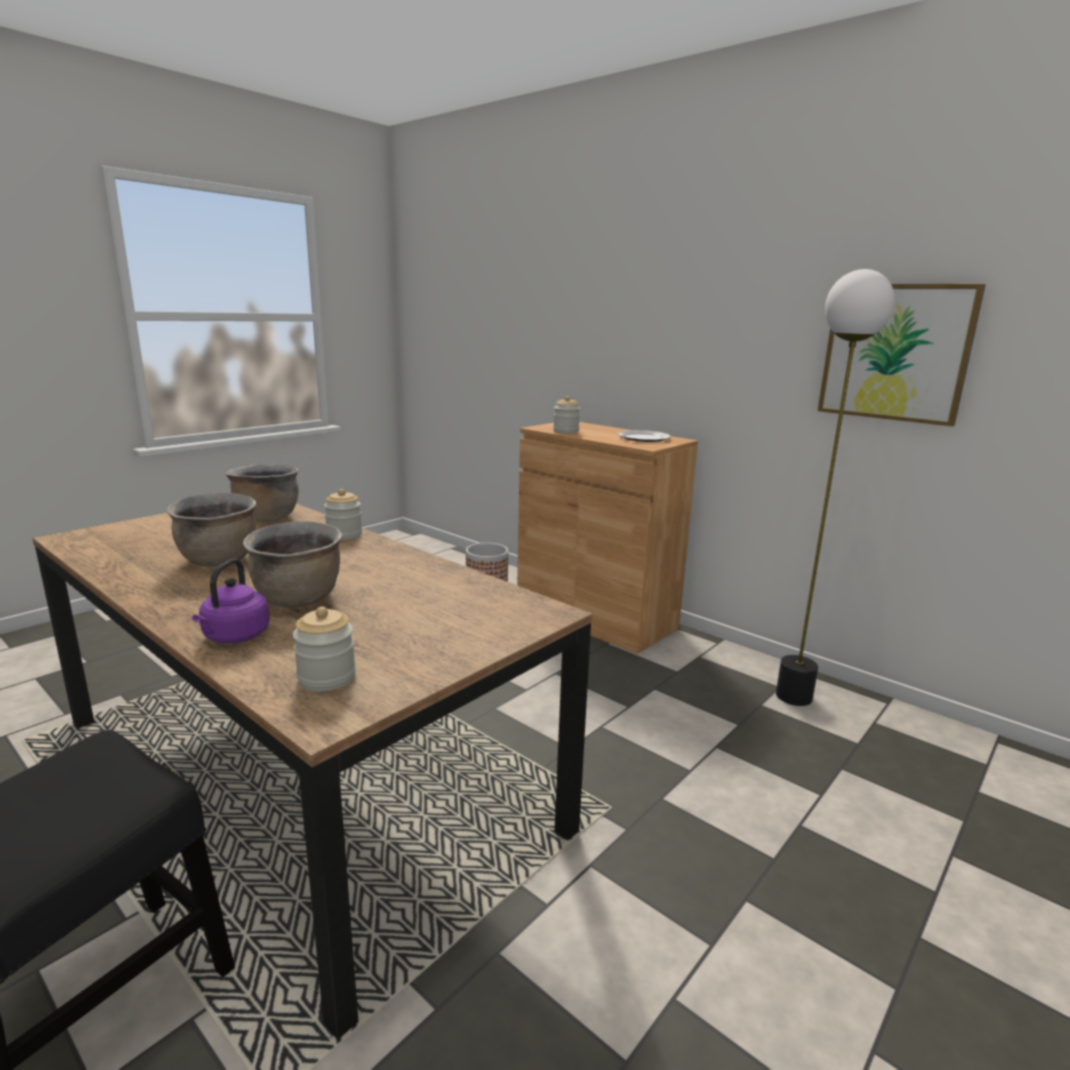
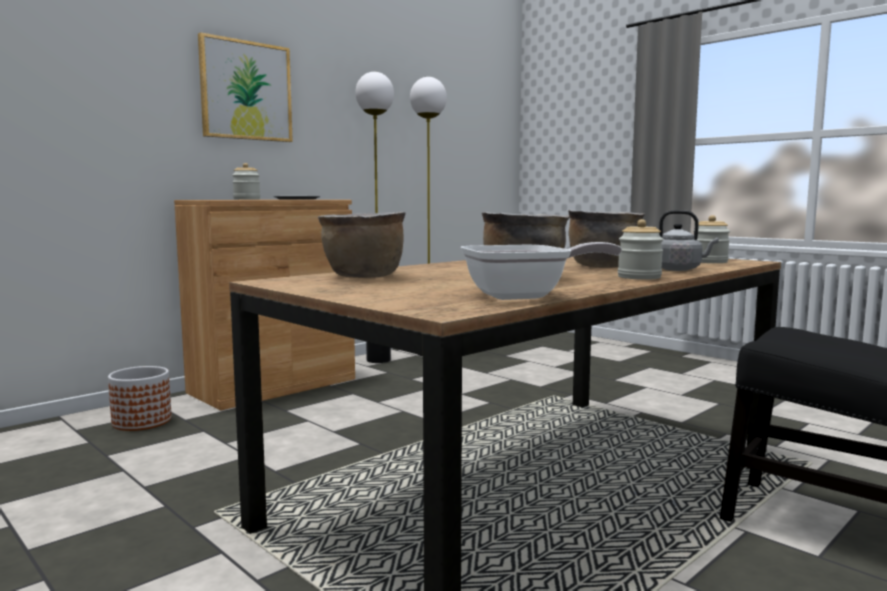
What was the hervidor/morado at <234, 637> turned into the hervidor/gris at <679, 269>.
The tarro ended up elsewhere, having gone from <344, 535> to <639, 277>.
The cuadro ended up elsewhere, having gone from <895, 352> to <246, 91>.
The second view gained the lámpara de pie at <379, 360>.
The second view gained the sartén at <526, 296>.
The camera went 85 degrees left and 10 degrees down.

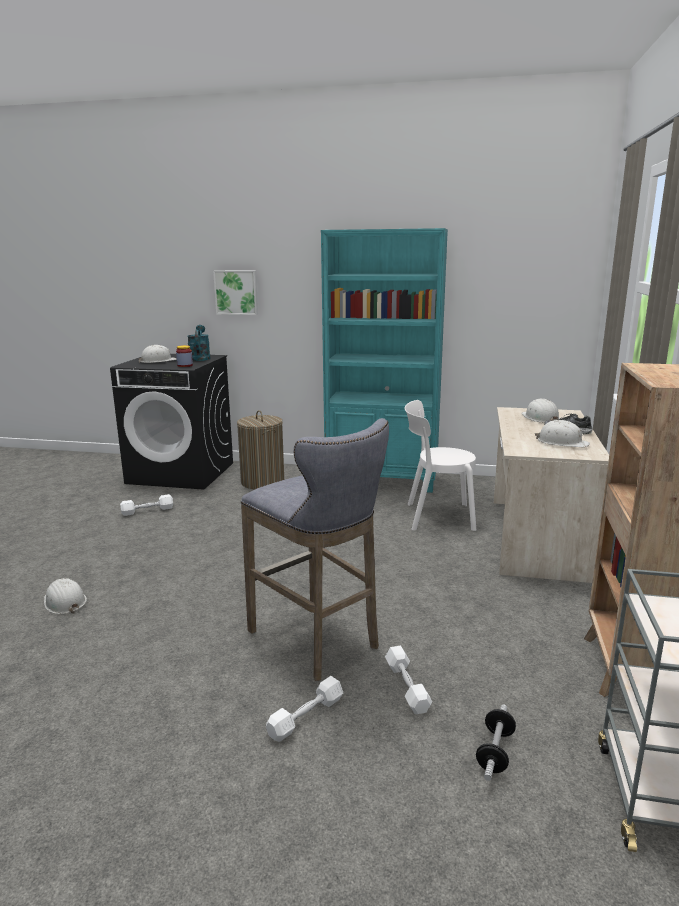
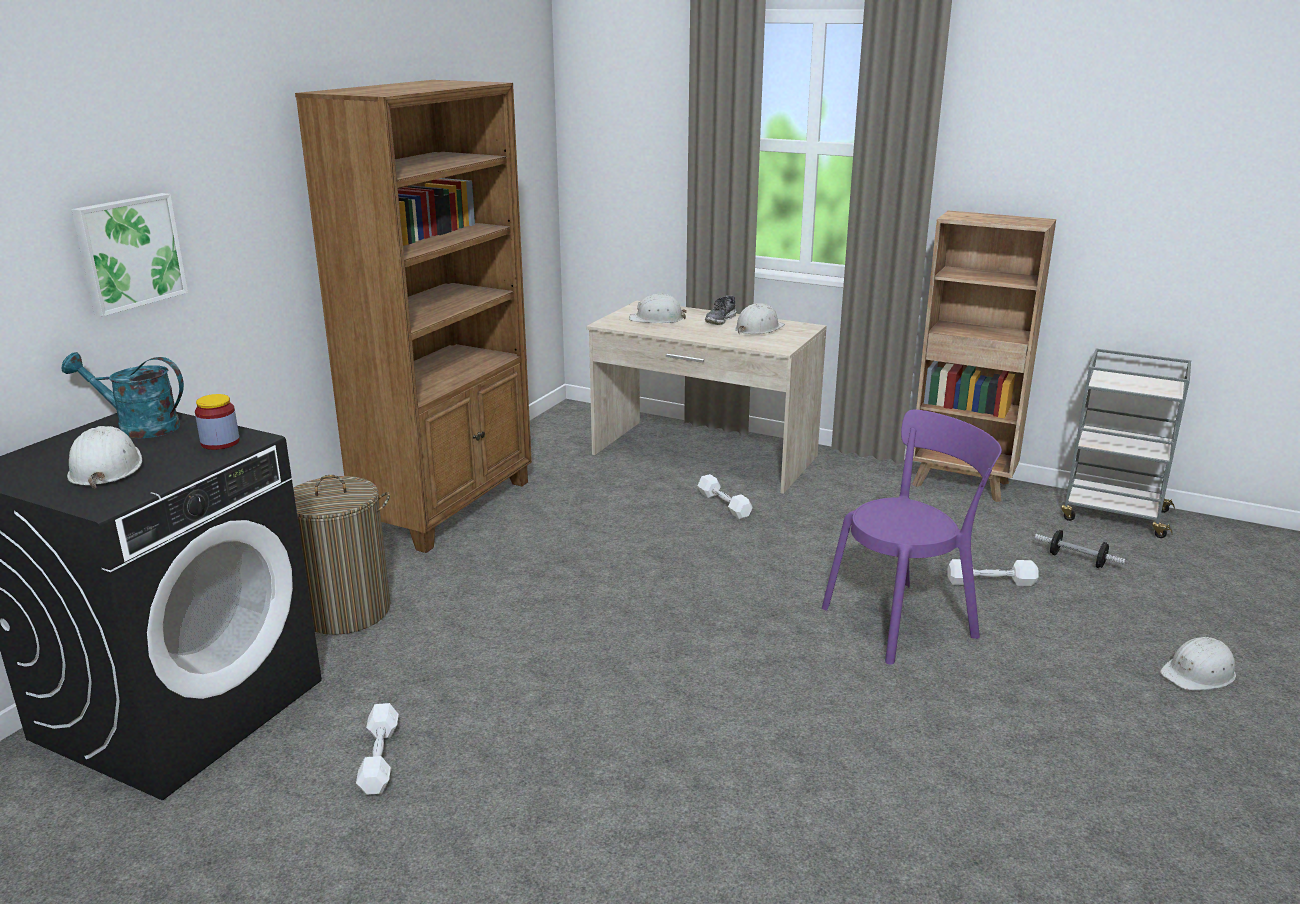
The casco/blanco ended up elsewhere, having gone from <64, 602> to <1199, 673>.
Where the taburete/gris stood at <318, 641>, the silla/morado came to stand at <904, 620>.
The mancuerna/blanco ended up elsewhere, having gone from <306, 717> to <724, 505>.
What was the estantería/turquesa at <383, 480> turned into the estantería/marrón at <448, 506>.
The second view lost the silla/blanco at <435, 516>.
The camera went 75 degrees left and 5 degrees up.

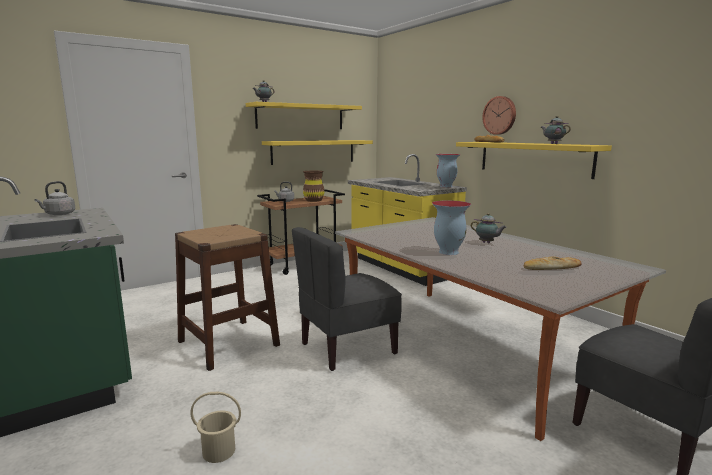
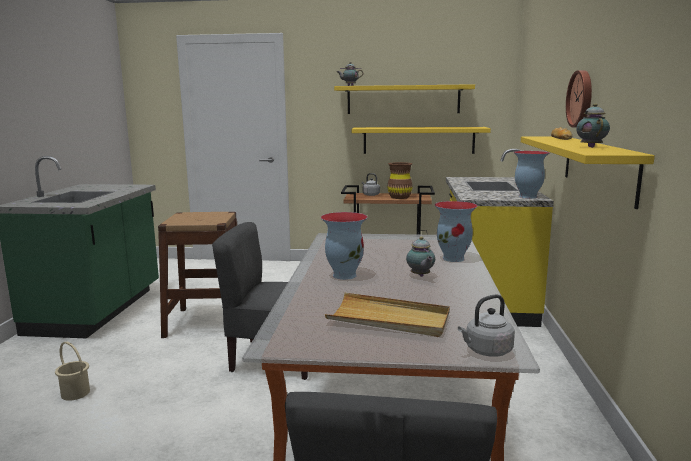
The hervidor/gris ended up elsewhere, having gone from <59, 214> to <486, 351>.
Where the pan stood at <551, 268>, the bandeja/beis came to stand at <389, 319>.
The second view gained the florero at <454, 258>.
The camera went 40 degrees right and 0 degrees up.

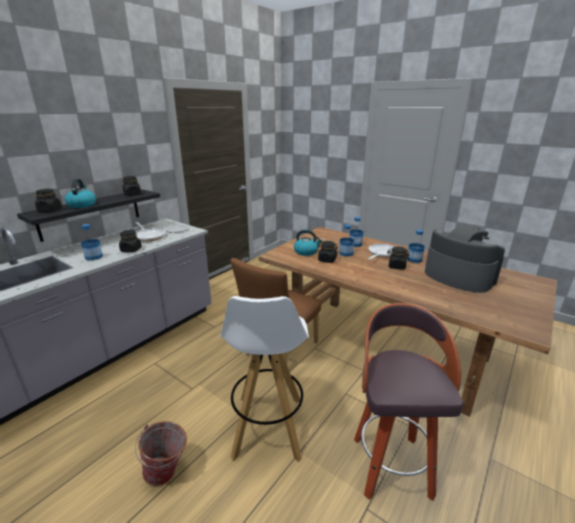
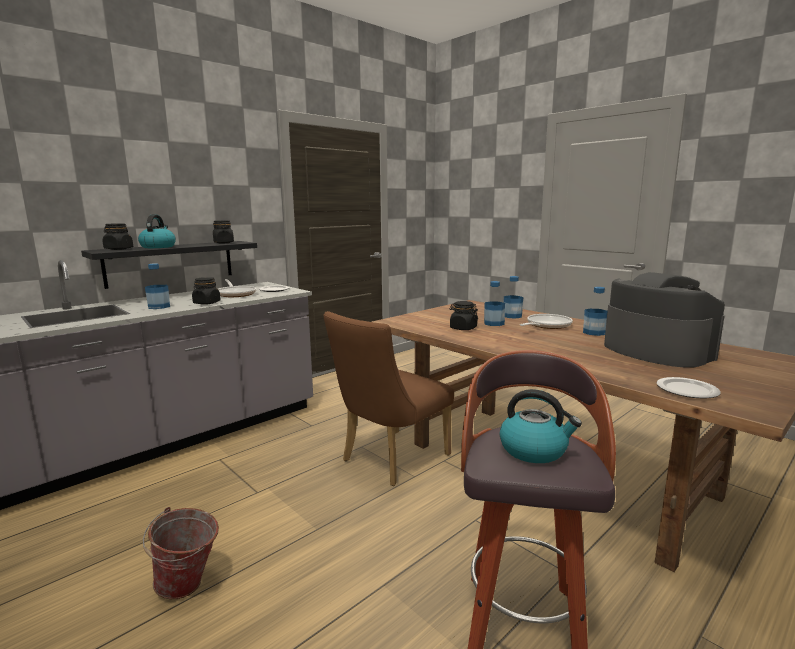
The second view lost the taburete/blanco at <268, 427>.
The hervidor ended up elsewhere, having gone from <306, 252> to <534, 450>.
The second view lost the tarro/negro at <396, 266>.
The second view gained the plato at <686, 390>.
The camera went 10 degrees right and 10 degrees down.

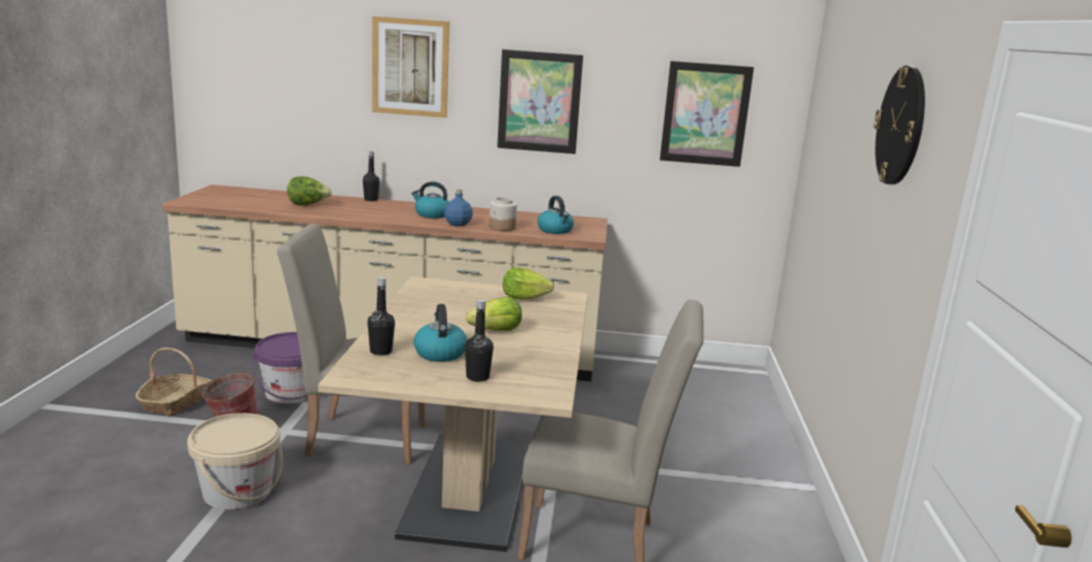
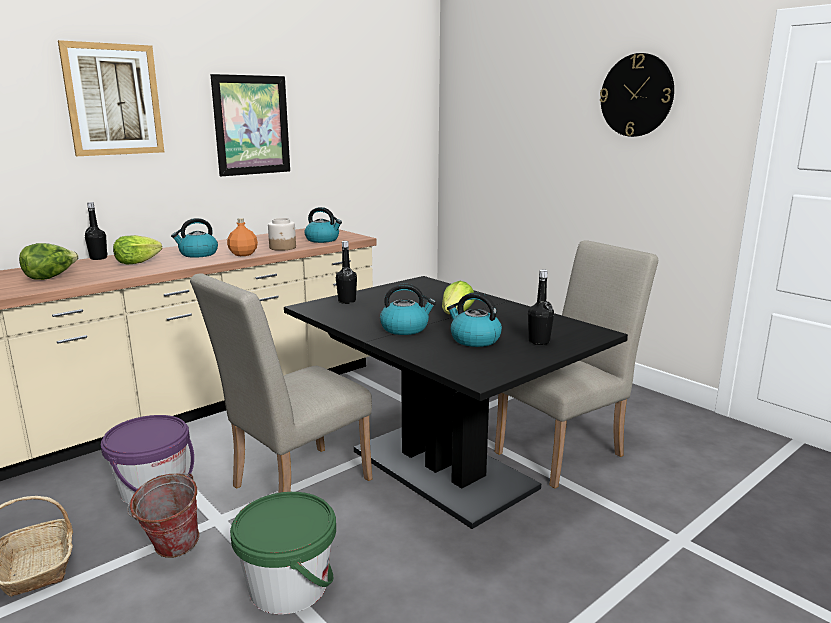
What was the cubo/beis at <237, 491> turned into the cubo/verde at <288, 586>.
What was the mesa de comedor/beis at <469, 489> turned into the mesa de comedor/negro at <442, 469>.
The botella/negro ended up elsewhere, having gone from <381, 351> to <347, 301>.
What was the botella/azul at <457, 224> turned into the botella/naranja at <243, 254>.
The lechuga ended up elsewhere, having gone from <524, 298> to <137, 262>.
The second view lost the cuadro at <705, 114>.
The second view gained the hervidor at <405, 328>.
The camera went 45 degrees left and 0 degrees up.

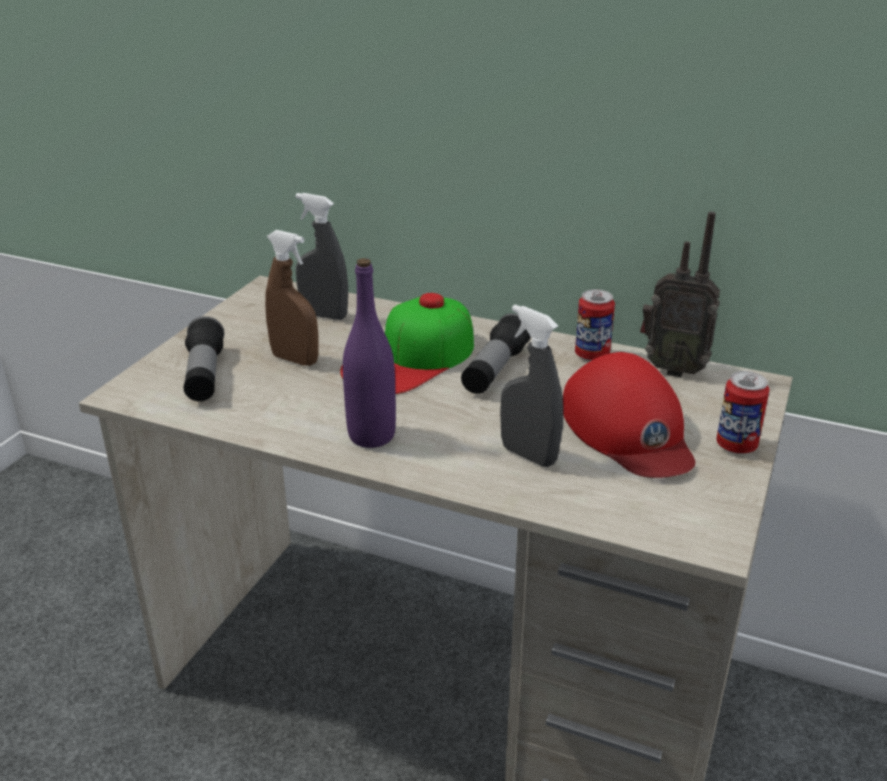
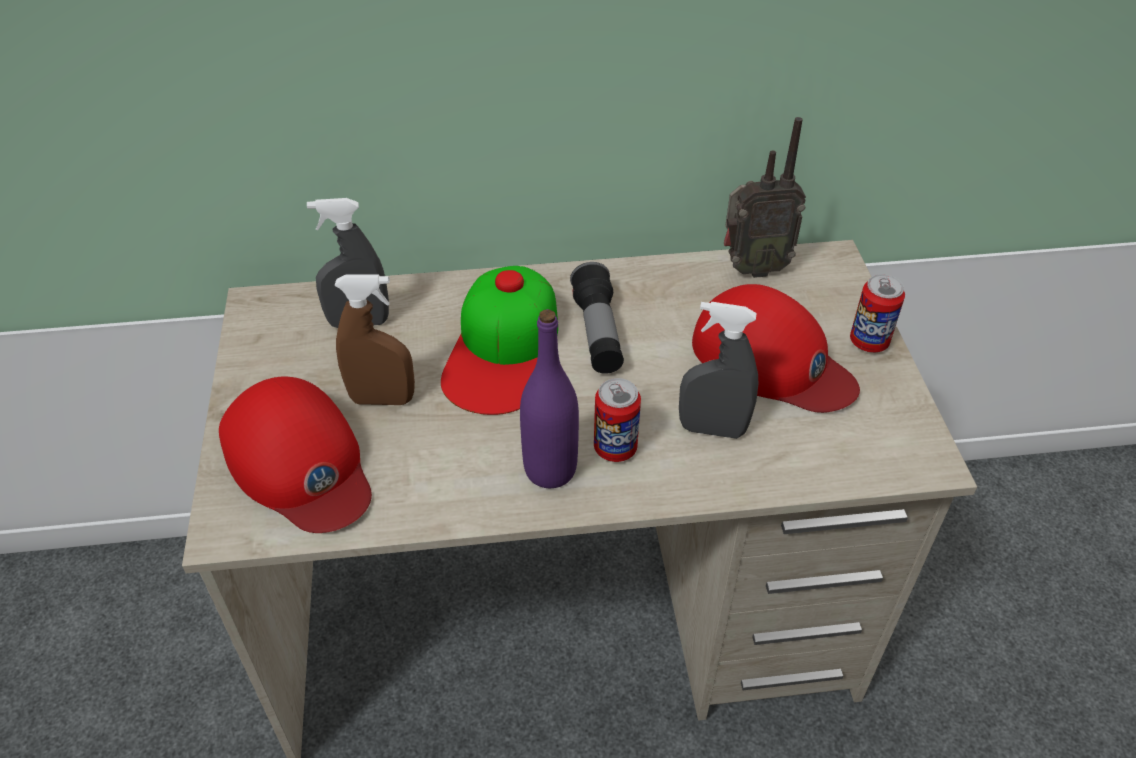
Where the linterna stood at <204, 375>, the gorra/rojo came to stand at <300, 463>.
The lata ended up elsewhere, having gone from <592, 355> to <615, 448>.
The camera went 30 degrees left and 15 degrees up.

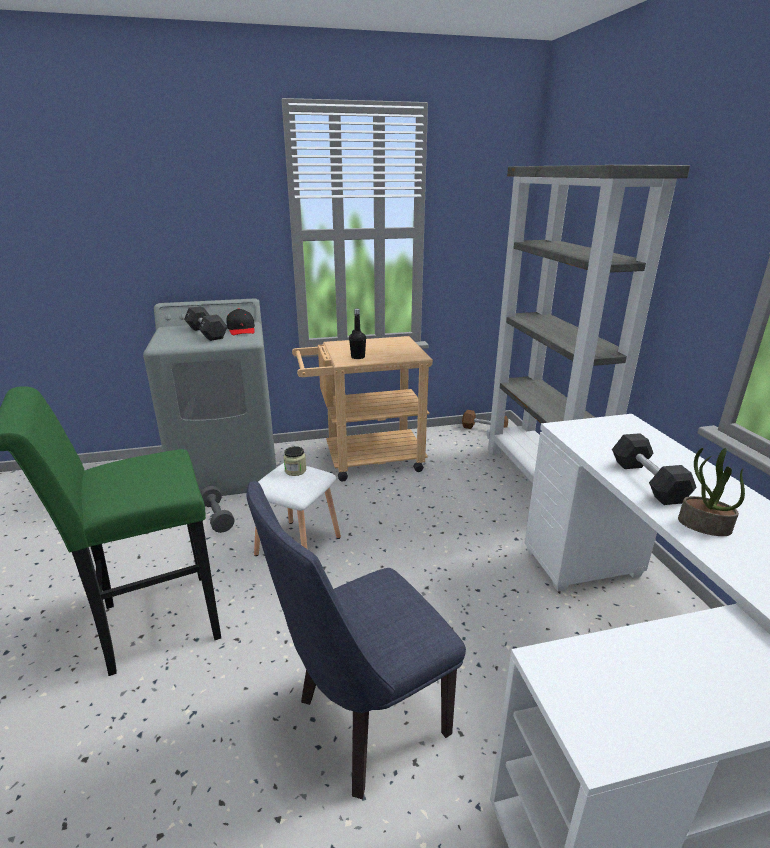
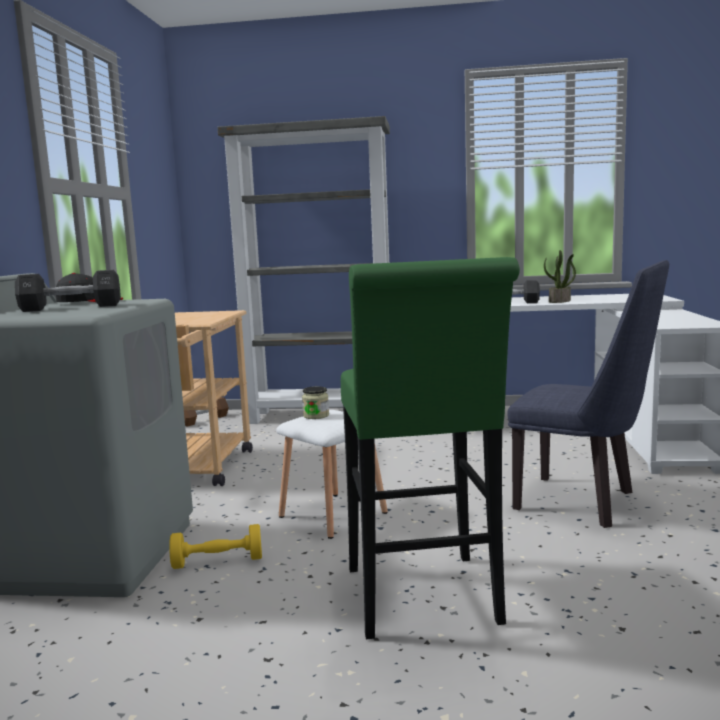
What was the mancuerna/gris at <217, 517> turned into the mancuerna/amarillo at <218, 562>.
The silla/azul at <362, 724> ended up facing another way, 45 degrees counterclockwise from before.
The second view lost the botella/negro at <358, 357>.
The camera went 70 degrees left and 15 degrees down.

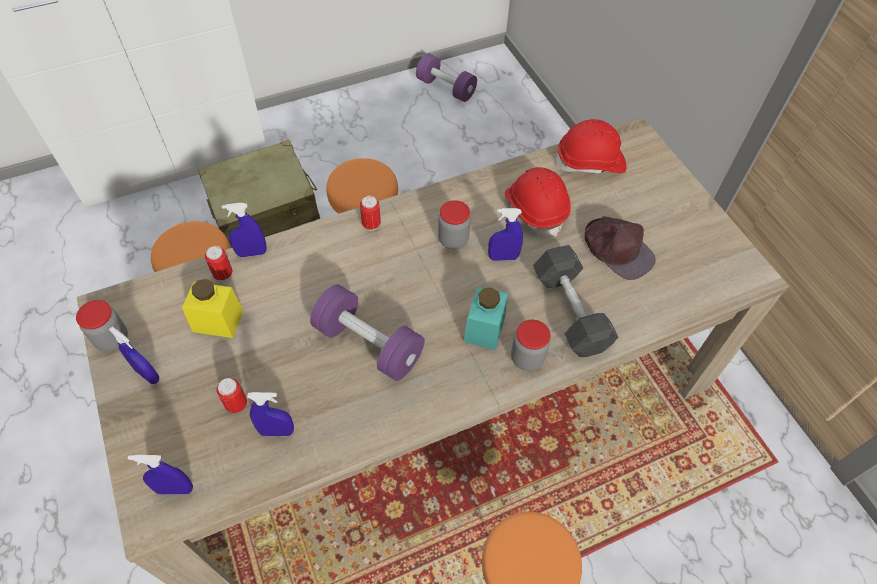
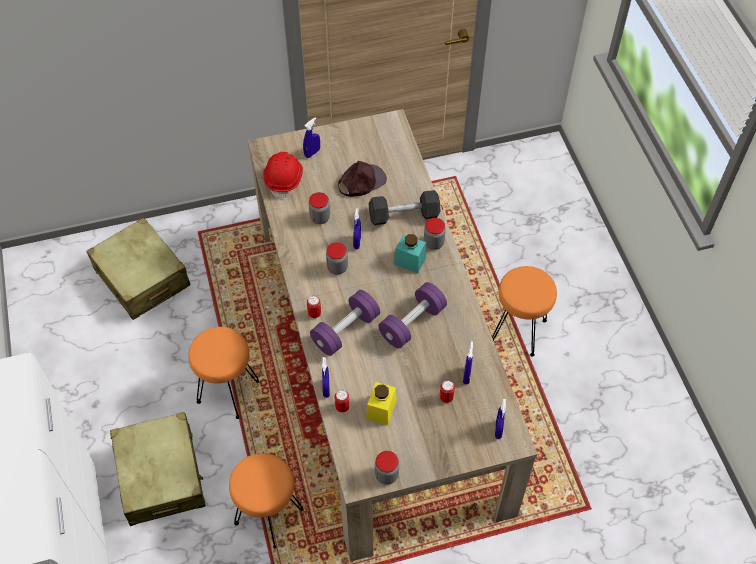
The pulverizador/azul ended up elsewhere, having gone from <147, 374> to <312, 153>.
The mancuerna/morado ended up elsewhere, having gone from <446, 88> to <345, 330>.
Where the casco/rojo stood at <535, 209>, the tarro came to stand at <320, 217>.
The second view gained the maleta/beis at <142, 278>.
The camera went 80 degrees left and 0 degrees up.

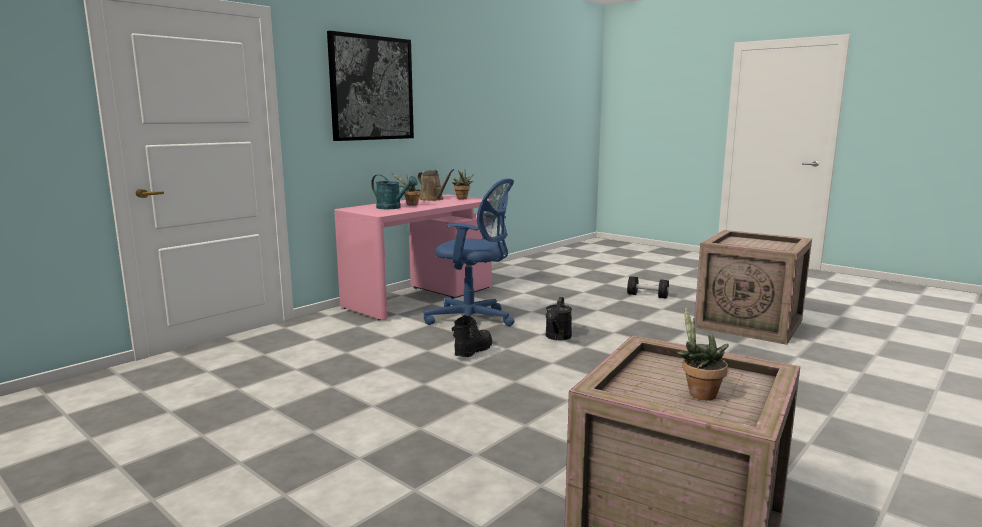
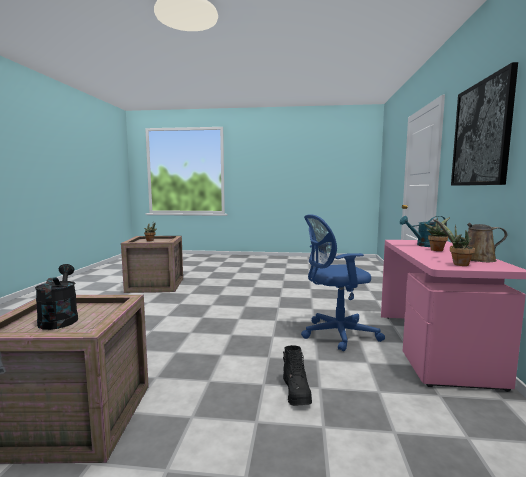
The bota/negro ended up elsewhere, having gone from <472, 351> to <296, 392>.
The regadera/negro ended up elsewhere, having gone from <557, 337> to <60, 319>.
The second view lost the mancuerna/negro at <647, 296>.
The camera went 145 degrees right and 5 degrees down.

